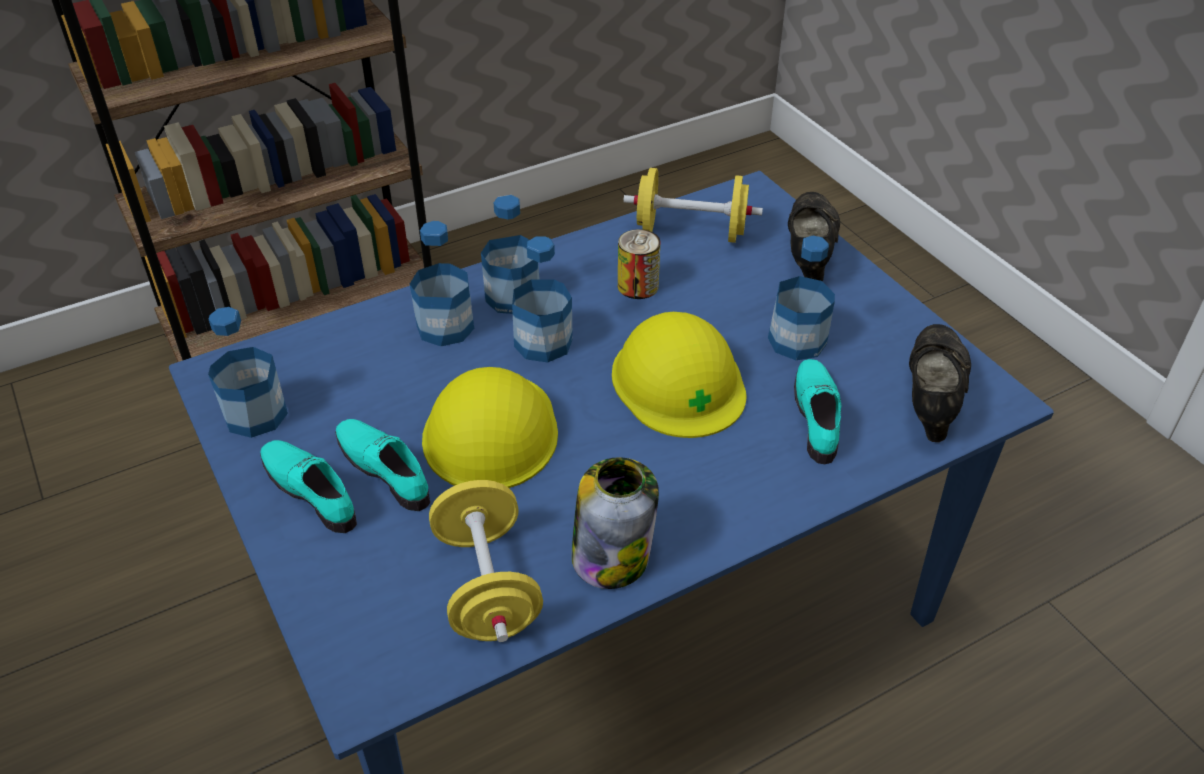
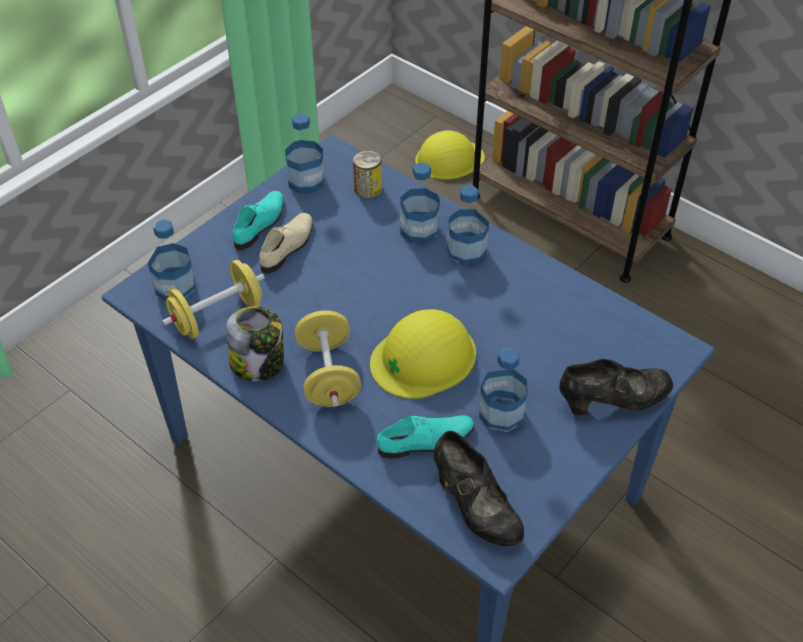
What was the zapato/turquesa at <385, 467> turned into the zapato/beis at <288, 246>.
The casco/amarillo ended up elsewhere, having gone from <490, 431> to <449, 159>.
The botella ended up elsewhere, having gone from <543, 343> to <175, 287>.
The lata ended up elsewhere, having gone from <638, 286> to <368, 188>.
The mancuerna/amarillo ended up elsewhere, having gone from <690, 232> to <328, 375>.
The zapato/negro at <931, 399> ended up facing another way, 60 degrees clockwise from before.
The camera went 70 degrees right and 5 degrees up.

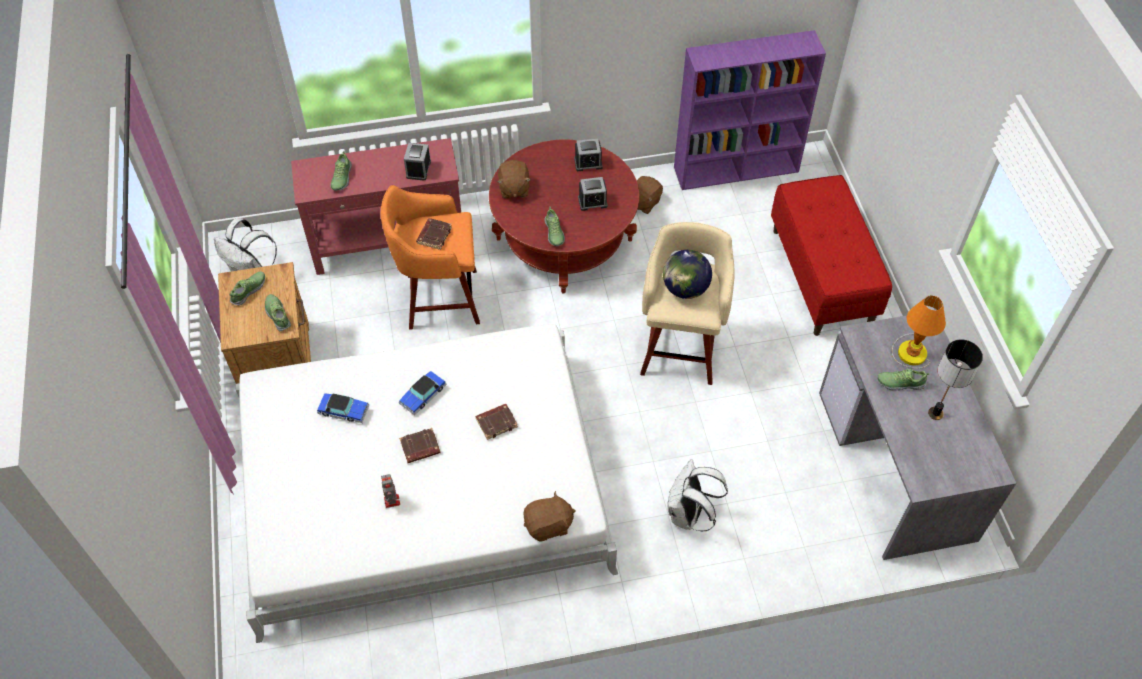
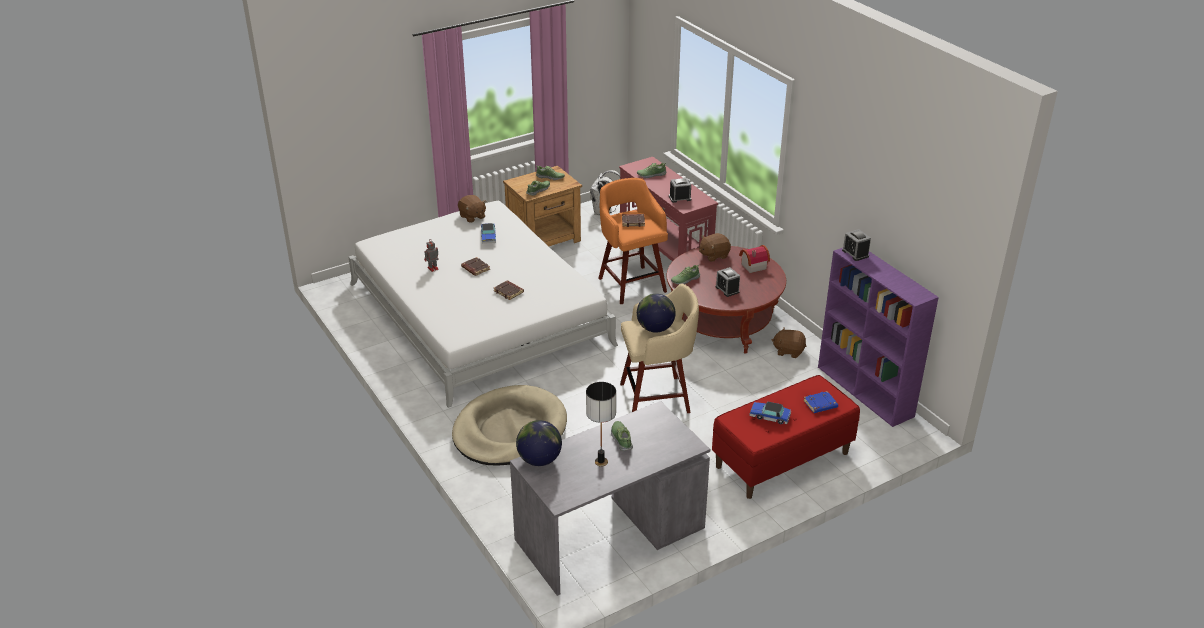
The coche de juguete ended up elsewhere, having gone from <423, 395> to <769, 416>.
The peluche/marrón ended up elsewhere, having gone from <548, 525> to <472, 217>.
The despertador ended up elsewhere, having gone from <588, 163> to <855, 253>.
Where the mochila/blanco stood at <688, 515>, the cama para perro/beis came to stand at <509, 430>.
The second view lost the lámpara de mesa at <911, 350>.
The second view gained the globo terráqueo at <539, 460>.
The second view gained the casita at <752, 266>.
The second view gained the libro/azul at <820, 405>.
The camera went 70 degrees right and 20 degrees down.

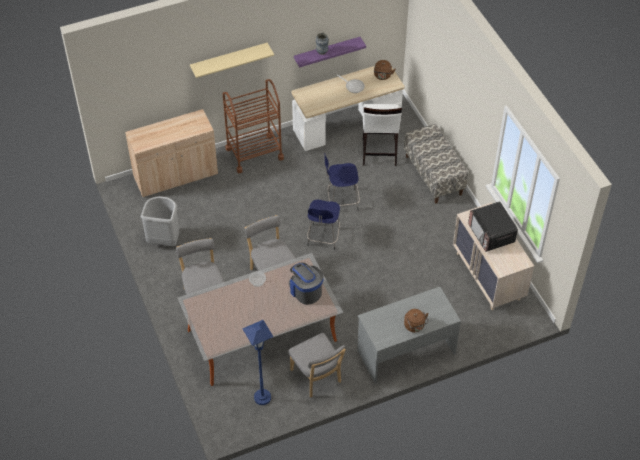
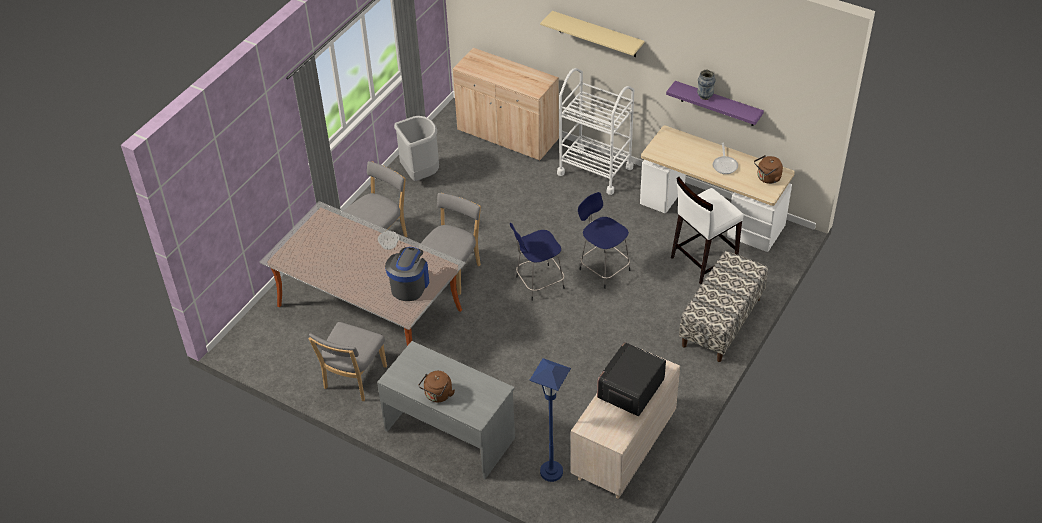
What was the carrito/marrón at <254, 153> turned into the carrito/blanco at <595, 170>.
The lámpara de pie/azul ended up elsewhere, having gone from <262, 397> to <551, 472>.
The camera went 55 degrees right and 5 degrees down.

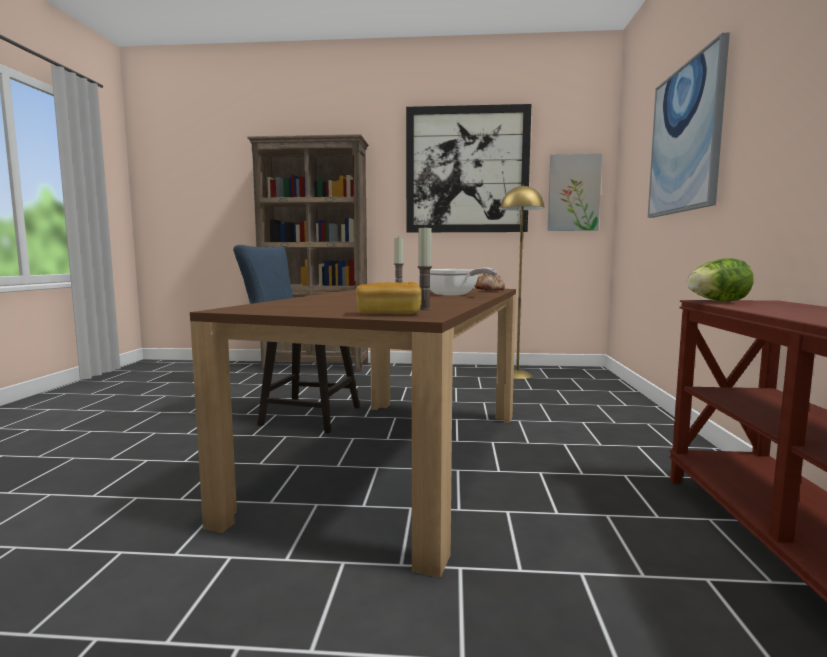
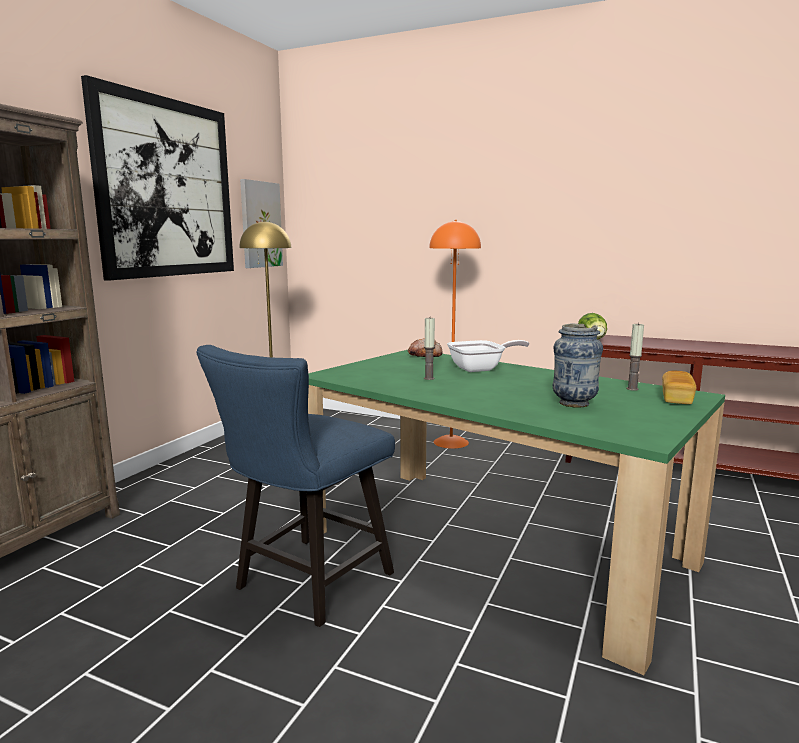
What was the mesa de comedor/marrón at <399, 458> turned into the mesa de comedor/verde at <492, 543>.
The second view lost the cuadro at <685, 139>.
The second view gained the lámpara de pie/naranja at <451, 442>.
The second view gained the florero at <574, 403>.
The camera went 70 degrees left and 5 degrees up.

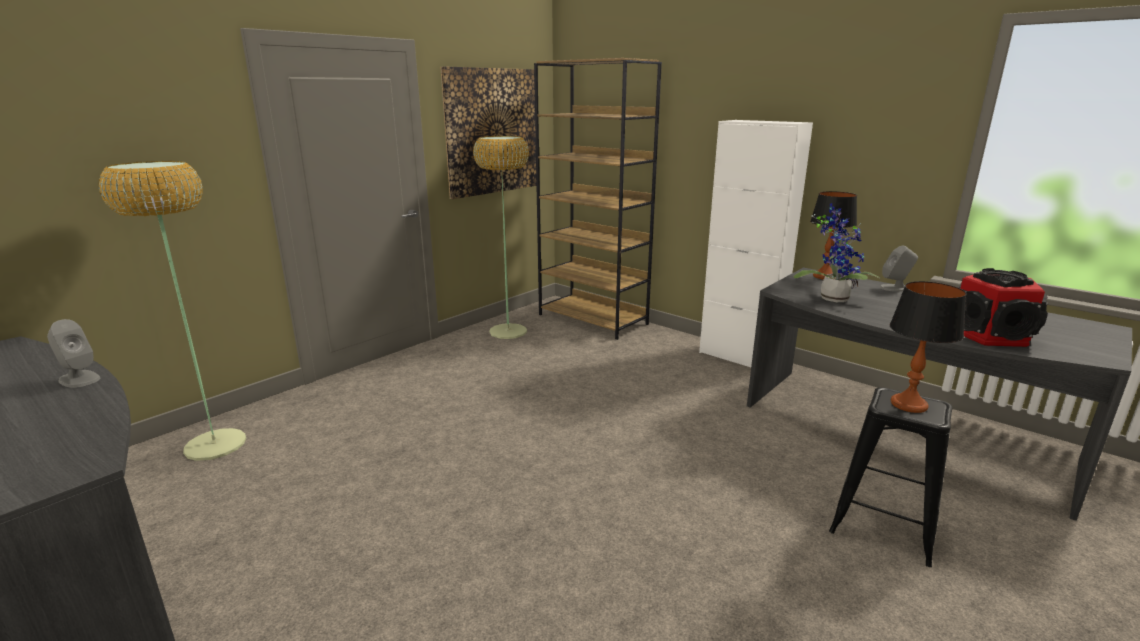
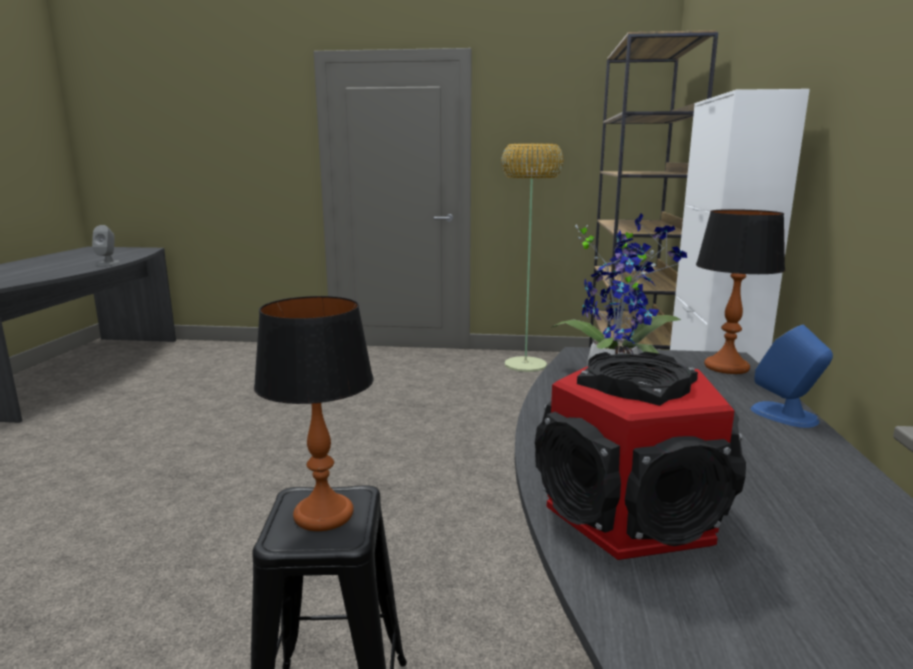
The second view lost the lámpara de pie at <216, 444>.
The second view lost the cuadro at <492, 131>.
What was the altavoz/gris at <895, 288> turned into the altavoz/azul at <785, 415>.
The camera went 55 degrees right and 5 degrees down.

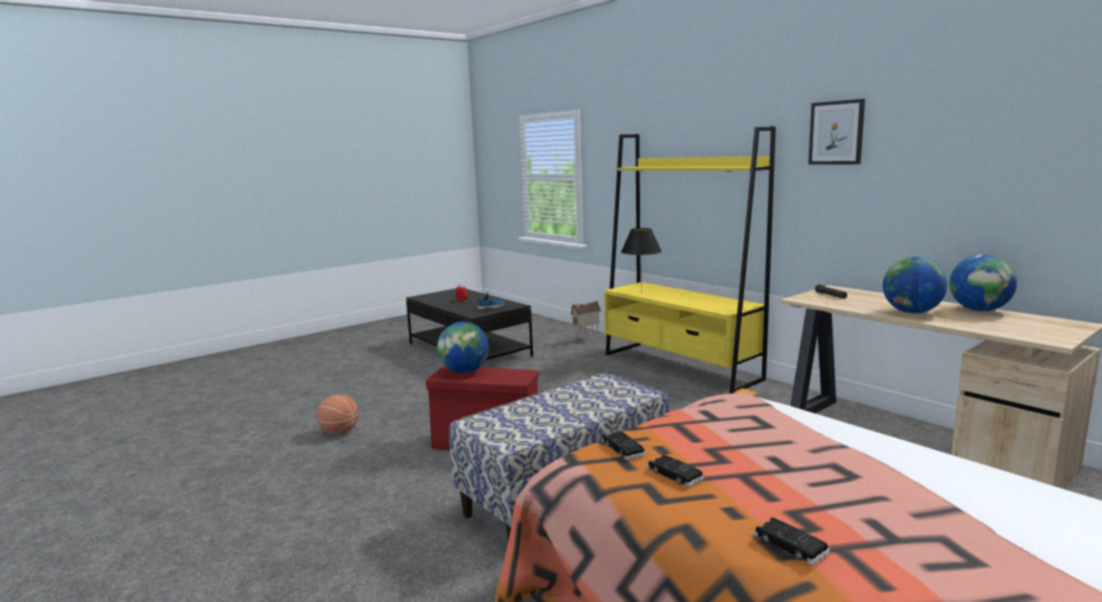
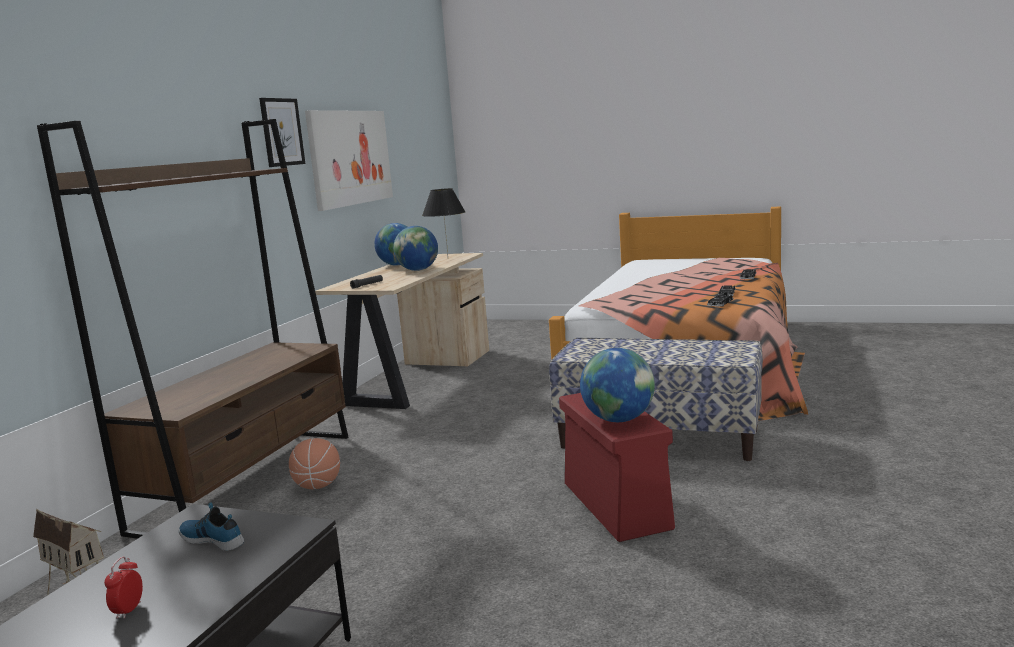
The balón de baloncesto ended up elsewhere, having gone from <340, 432> to <317, 486>.
What was the estantería/amarillo at <680, 366> turned into the estantería/marrón at <249, 480>.
The lámpara de mesa/negro ended up elsewhere, having gone from <641, 293> to <448, 259>.
The second view gained the cuadro at <350, 158>.
The camera went 120 degrees left and 0 degrees up.

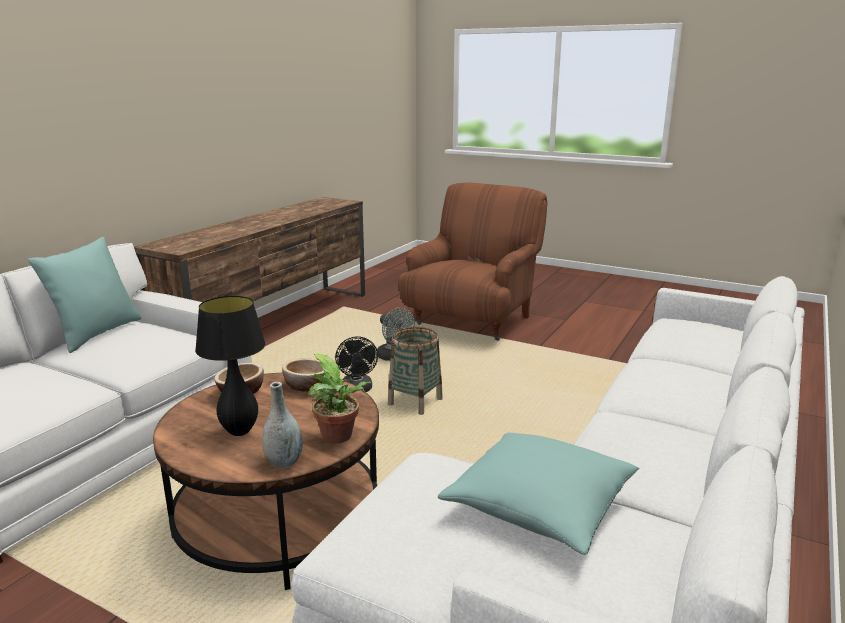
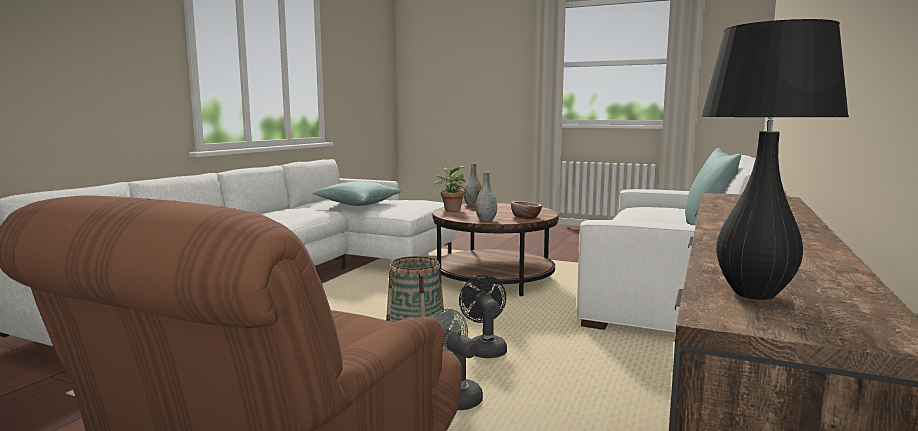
The lámpara de mesa/negro ended up elsewhere, having gone from <240, 431> to <754, 295>.
Where the cuenco stood at <306, 386>, the florero/gris came to stand at <486, 220>.
The camera went 175 degrees right and 10 degrees down.

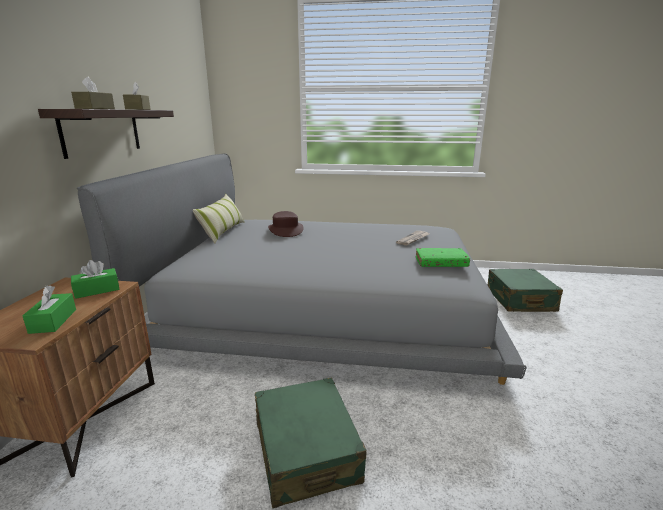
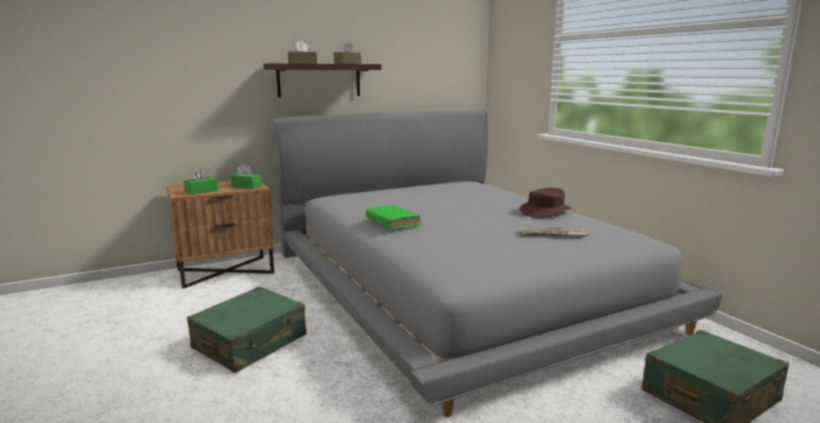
The second view lost the cojín at <223, 231>.
The sombrero/marrón ended up elsewhere, having gone from <285, 230> to <545, 211>.
The libro/verde ended up elsewhere, having gone from <441, 263> to <392, 223>.
The camera went 55 degrees right and 5 degrees down.

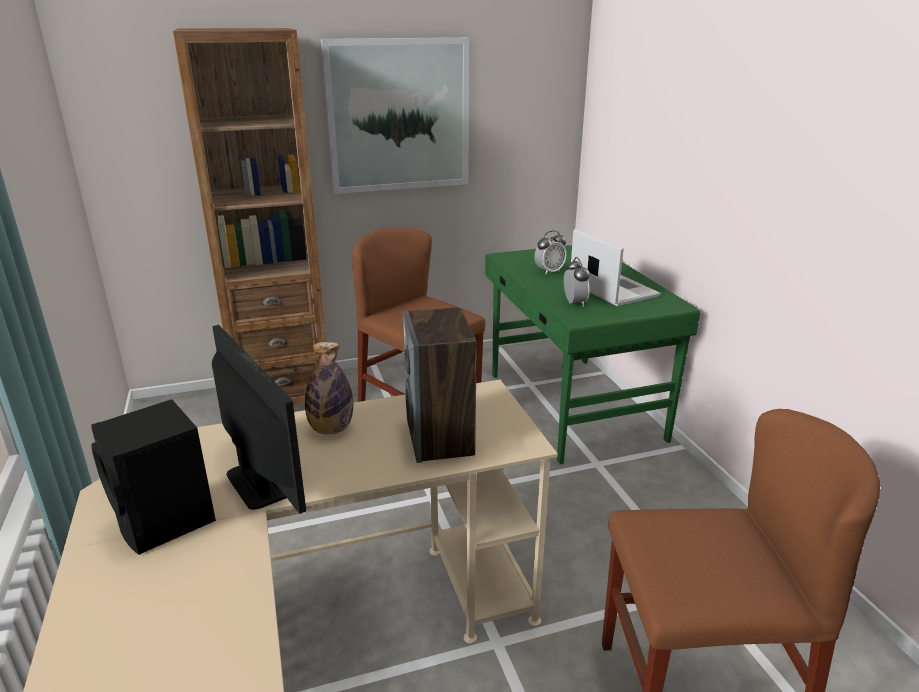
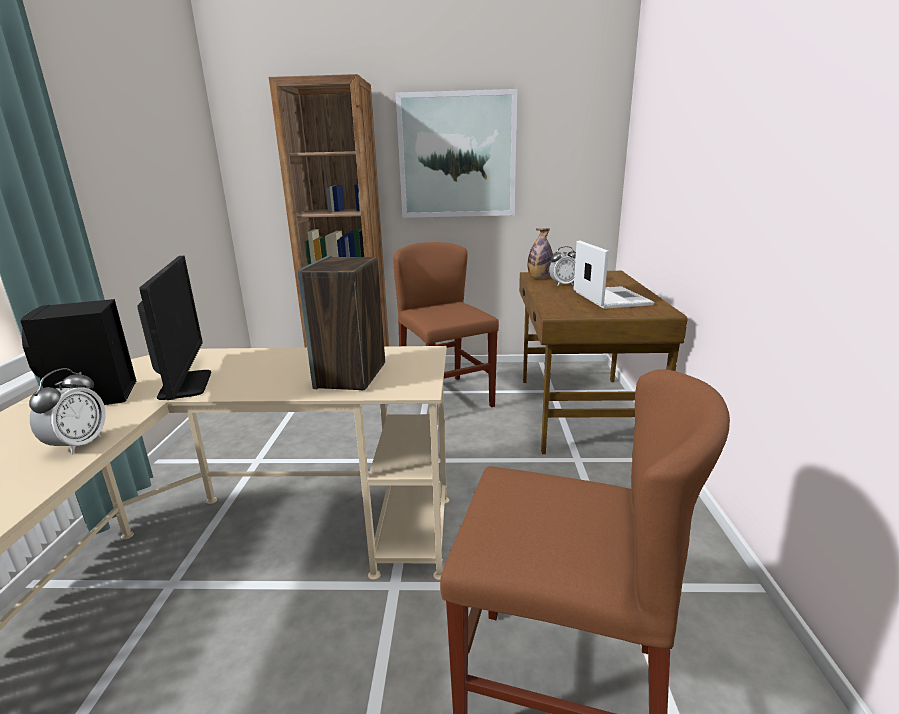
The botella ended up elsewhere, having gone from <331, 429> to <539, 278>.
What was the escritorio/verde at <572, 406> turned into the escritorio/marrón at <580, 412>.
The despertador ended up elsewhere, having gone from <574, 303> to <78, 445>.
The camera went 20 degrees right and 5 degrees down.

